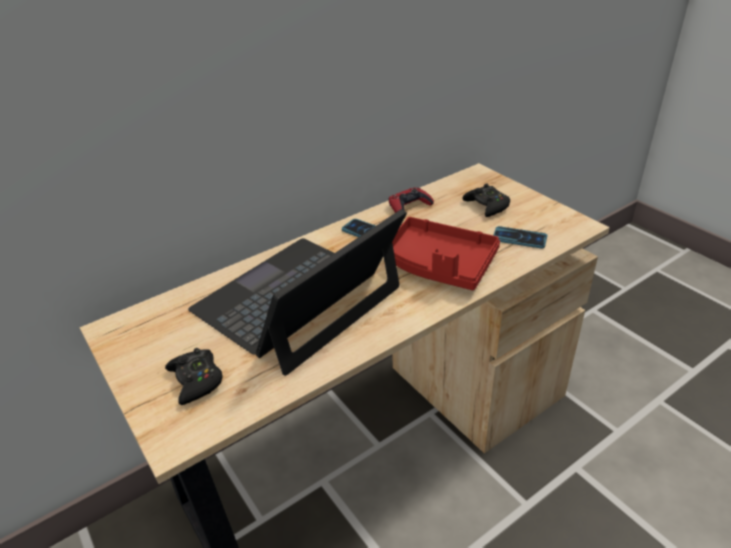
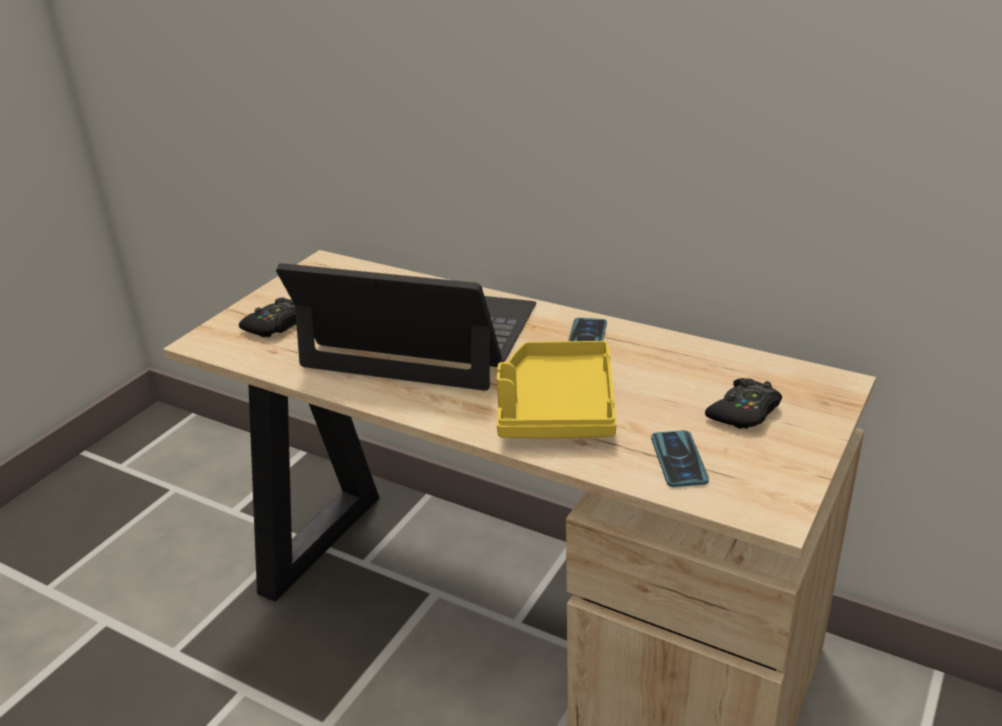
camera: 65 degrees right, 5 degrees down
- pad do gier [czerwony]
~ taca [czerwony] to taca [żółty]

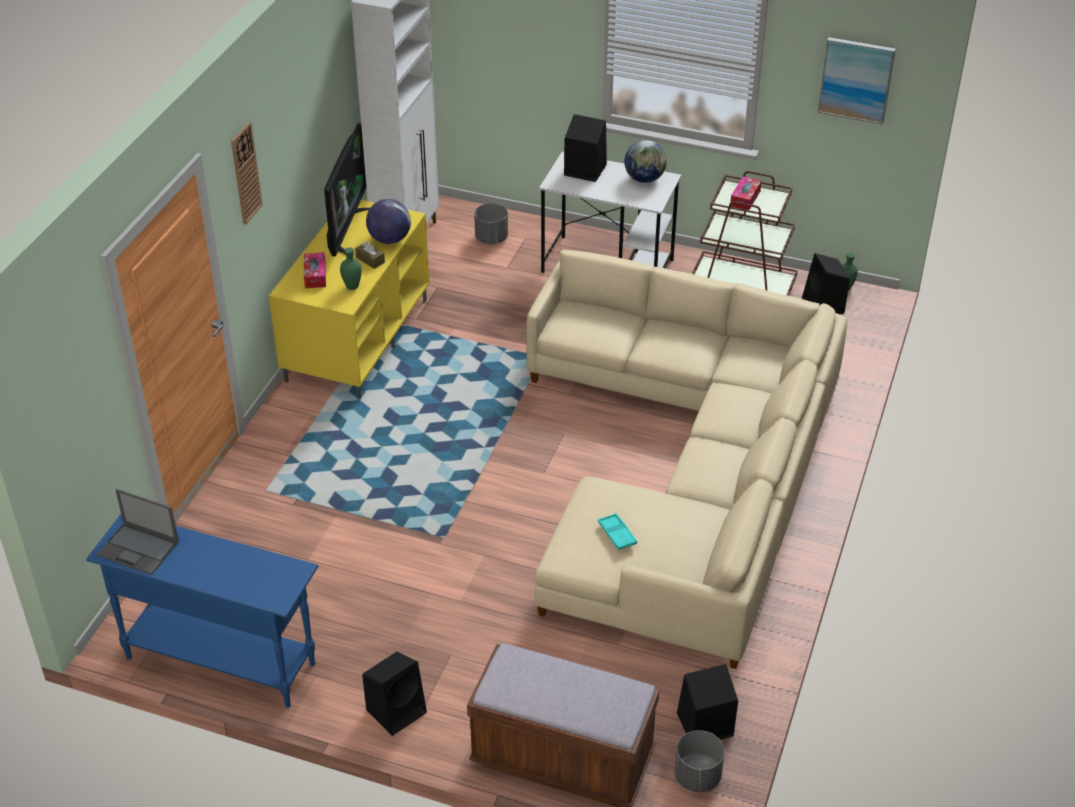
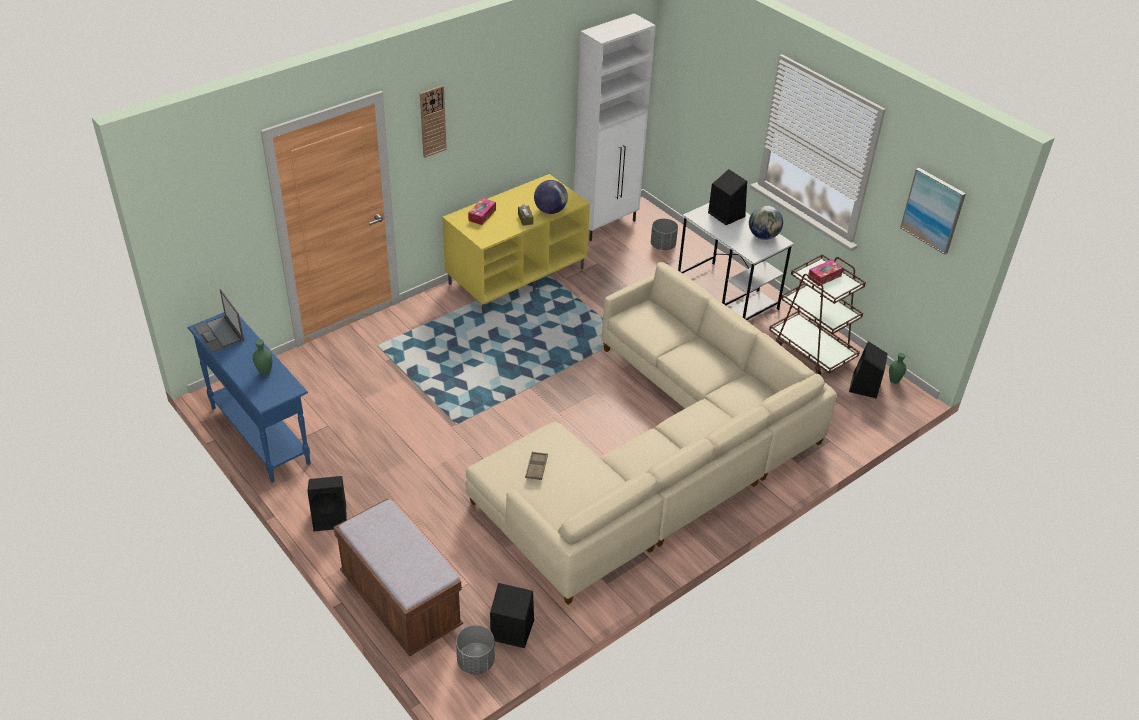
camera: 30 degrees right, 0 degrees up
- telewizor
~ wazon [zielony] (1st from left)
~ taca [turkusowy] to taca [brązowy]

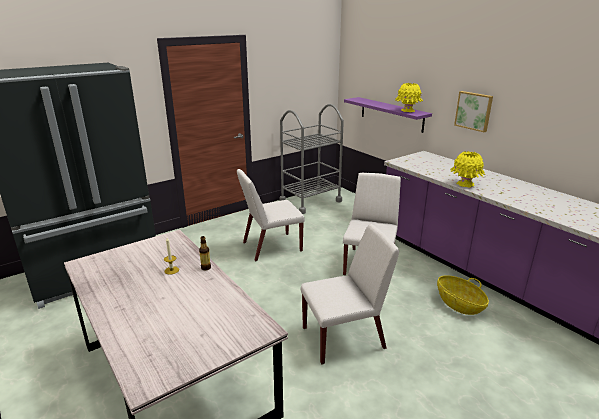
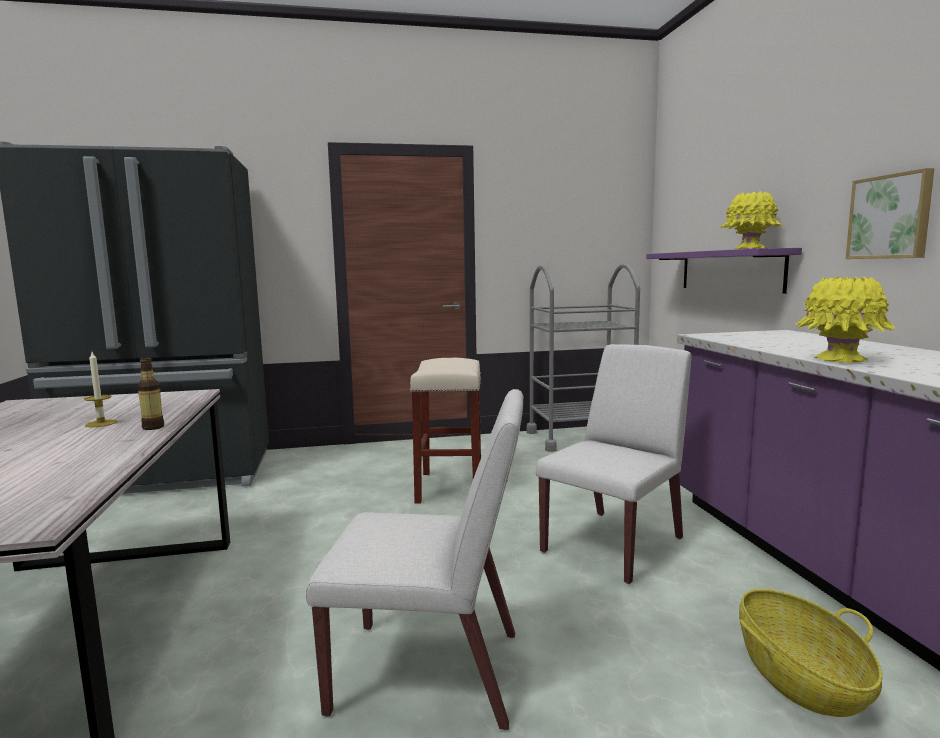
camera: 25 degrees right, 15 degrees down
~ krzesło [biały] (1st from left) to stołek [beżowy]

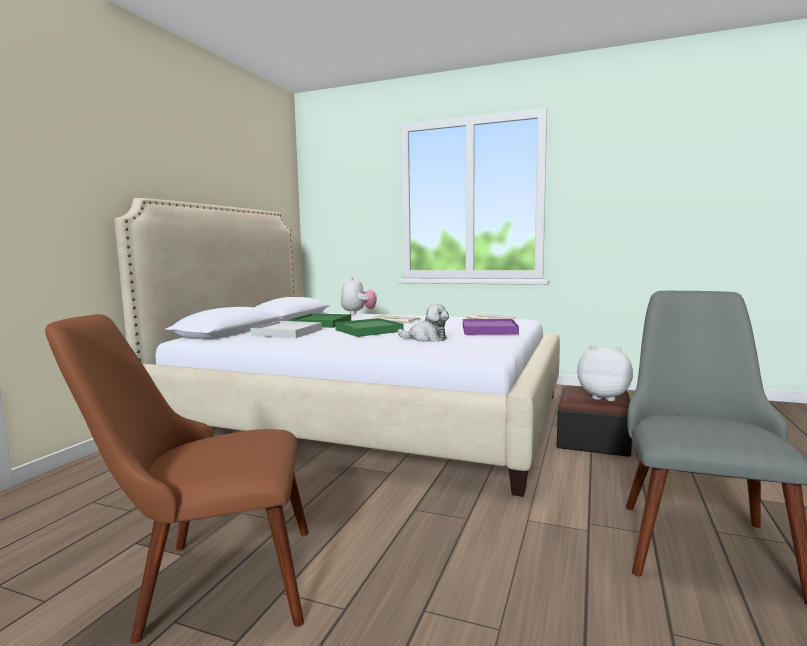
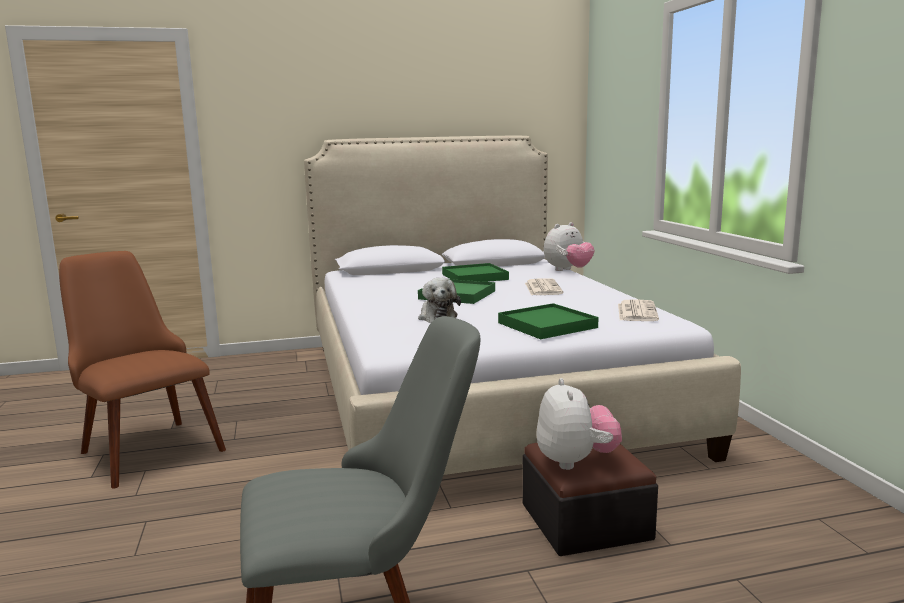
camera: 55 degrees right, 5 degrees up
- taca [biały]
~ taca [fioletowy] to taca [zielony] (3rd from left)

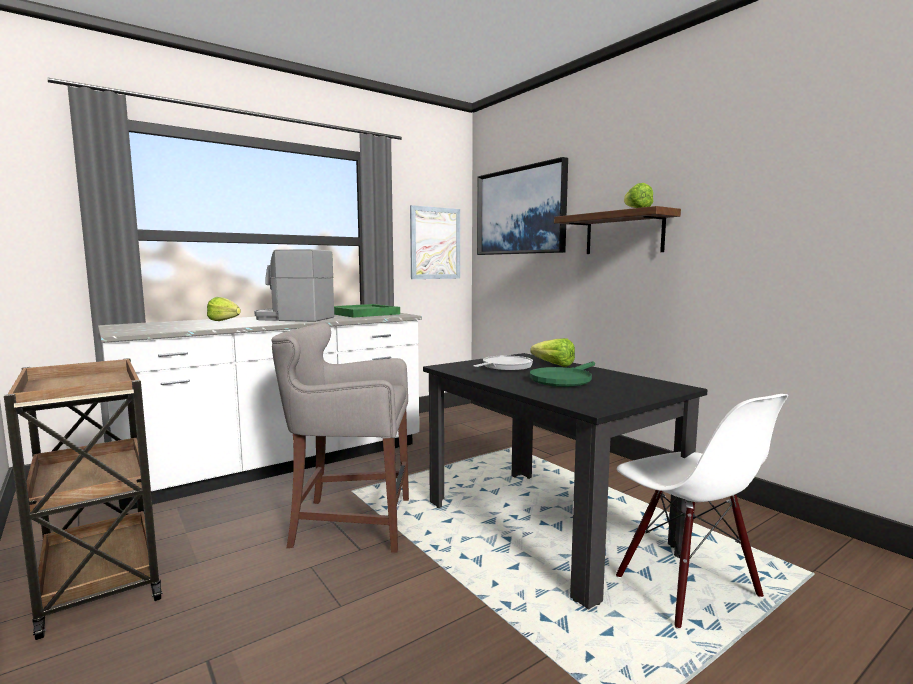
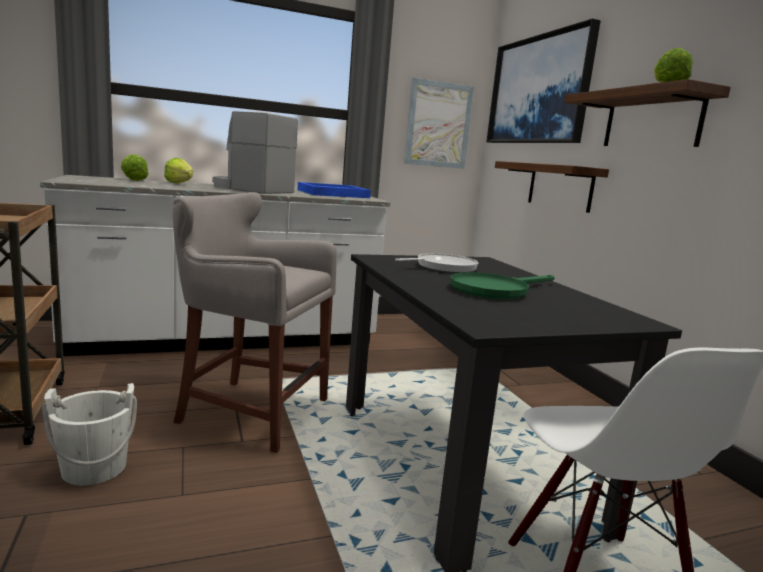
camera: 15 degrees right, 5 degrees up
+ wiadro [biały]
+ półka (1st from left)
~ sałata (2nd from left in the first image) to sałata (1st from left)
~ taca [zielony] to taca [niebieski]

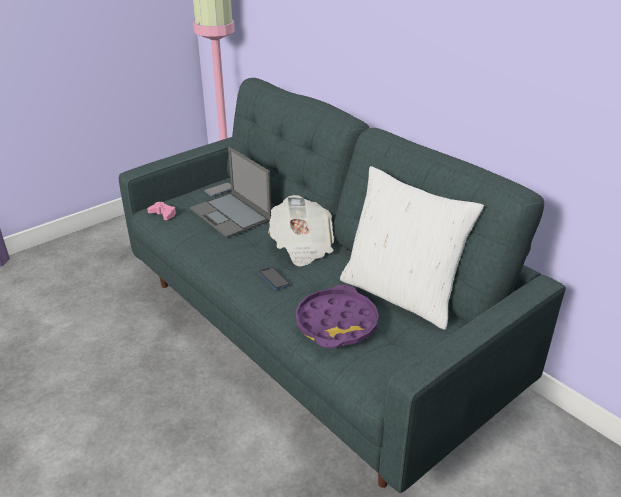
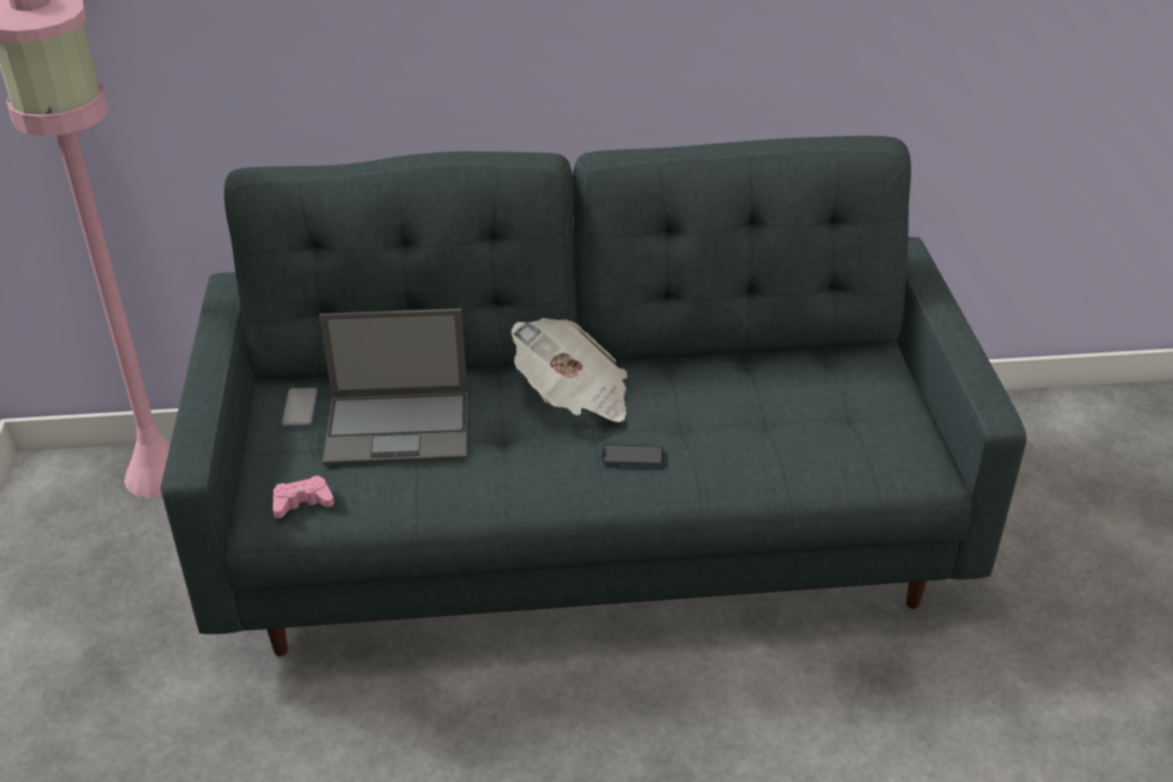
camera: 55 degrees left, 5 degrees up
- taca [fioletowy]
- poduszka [biały]

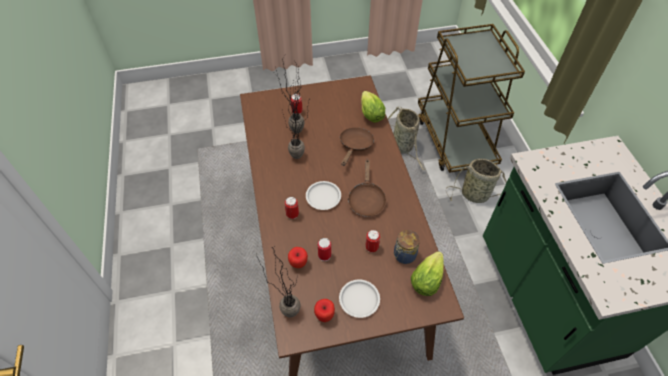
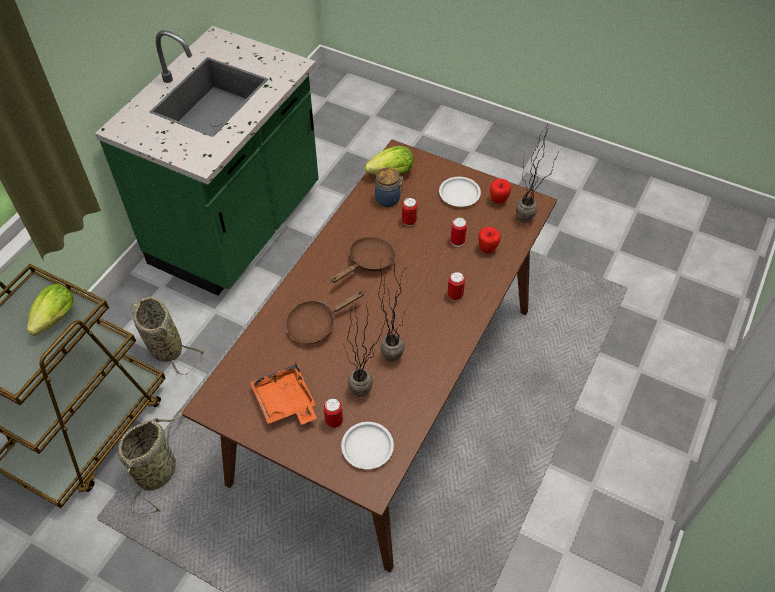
camera: 140 degrees left, 0 degrees up
+ taca [pomarańczowy]
~ talerz [biały] (1st from left)
~ sałata (1st from left)

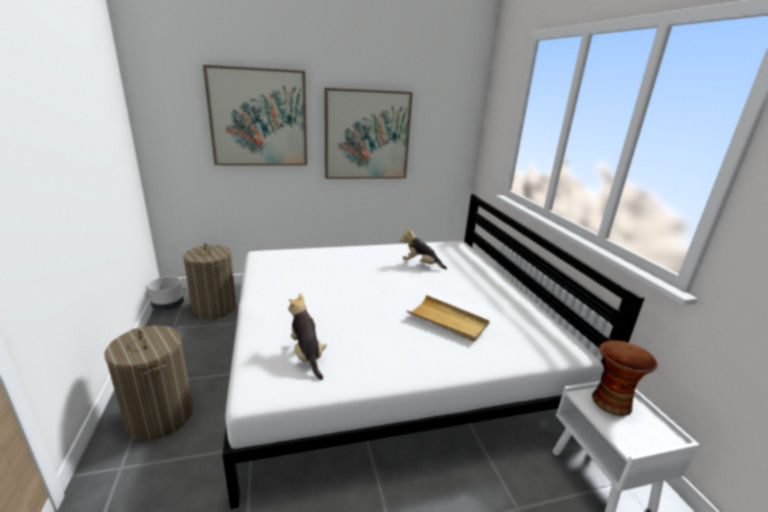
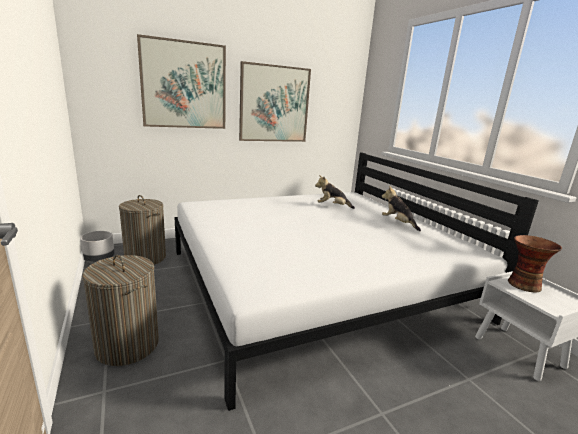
camera: 10 degrees left, 5 degrees down
- taca [beżowy]
~ pluszak (1st from left in the first image) to pluszak (2nd from left)

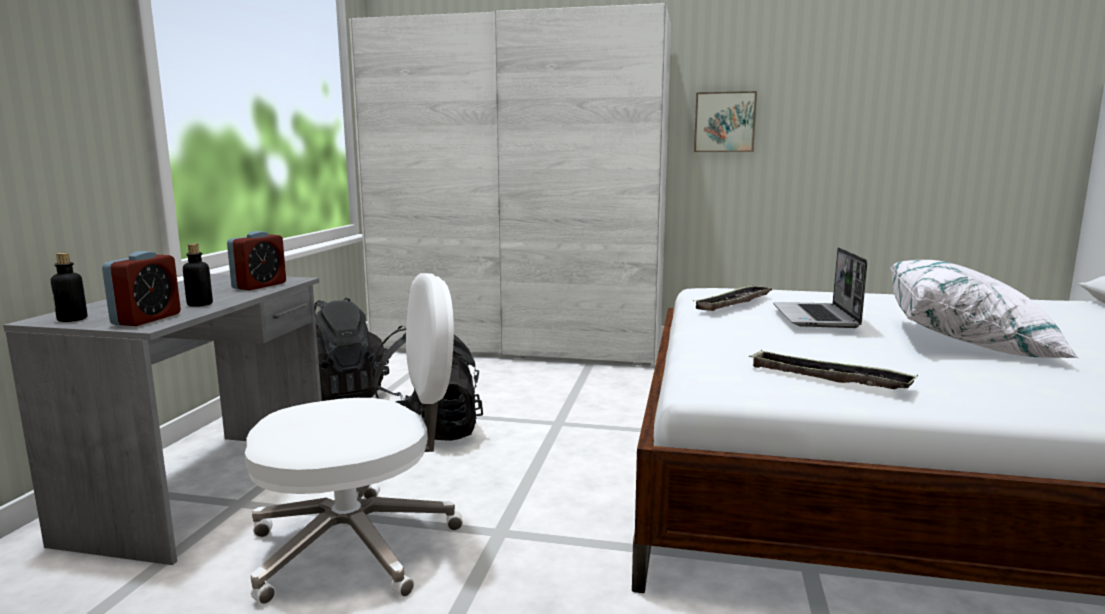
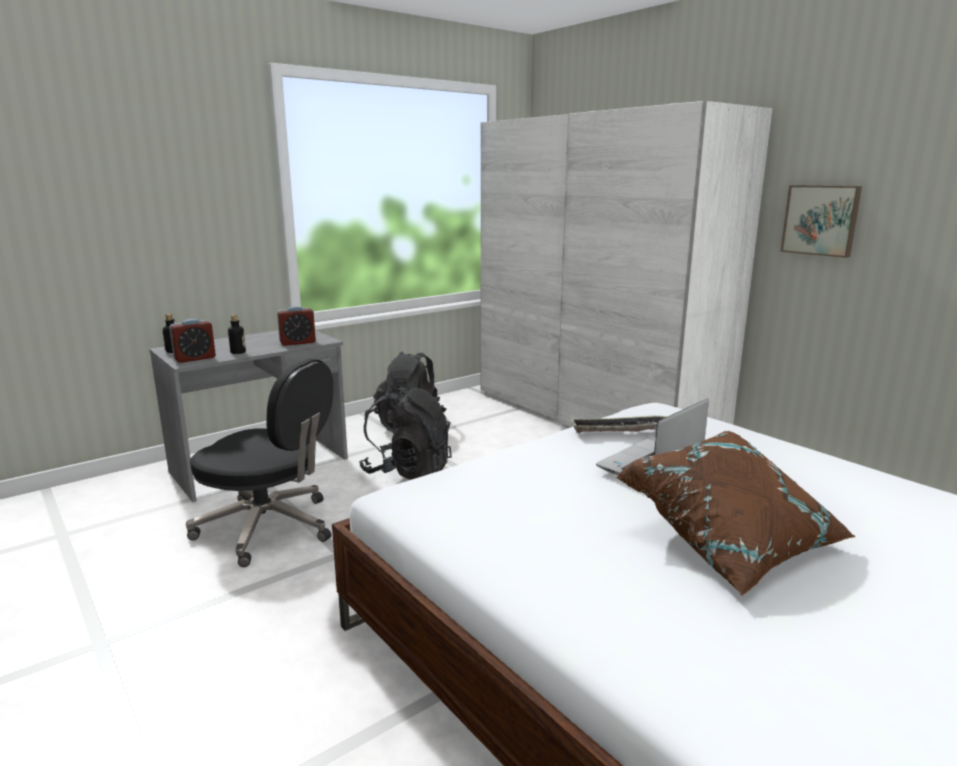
camera: 40 degrees right, 5 degrees up
- taca (2nd from left)
~ krzesło biurowe [biały] to krzesło biurowe [czarny]
~ poduszka [biały] to poduszka [brązowy]

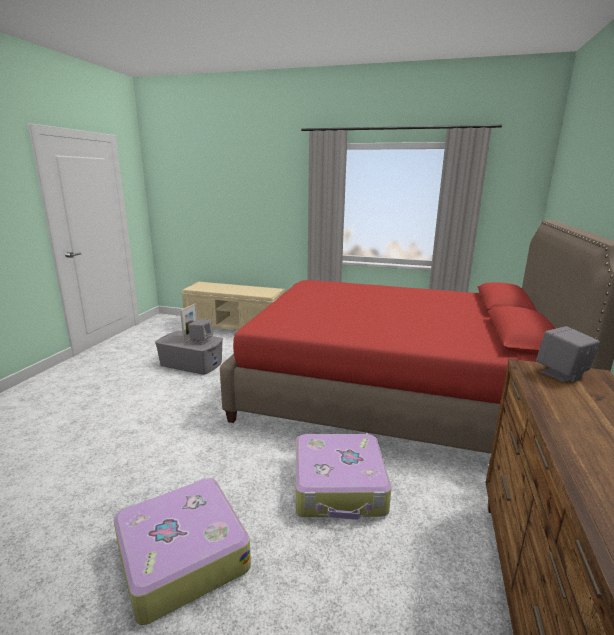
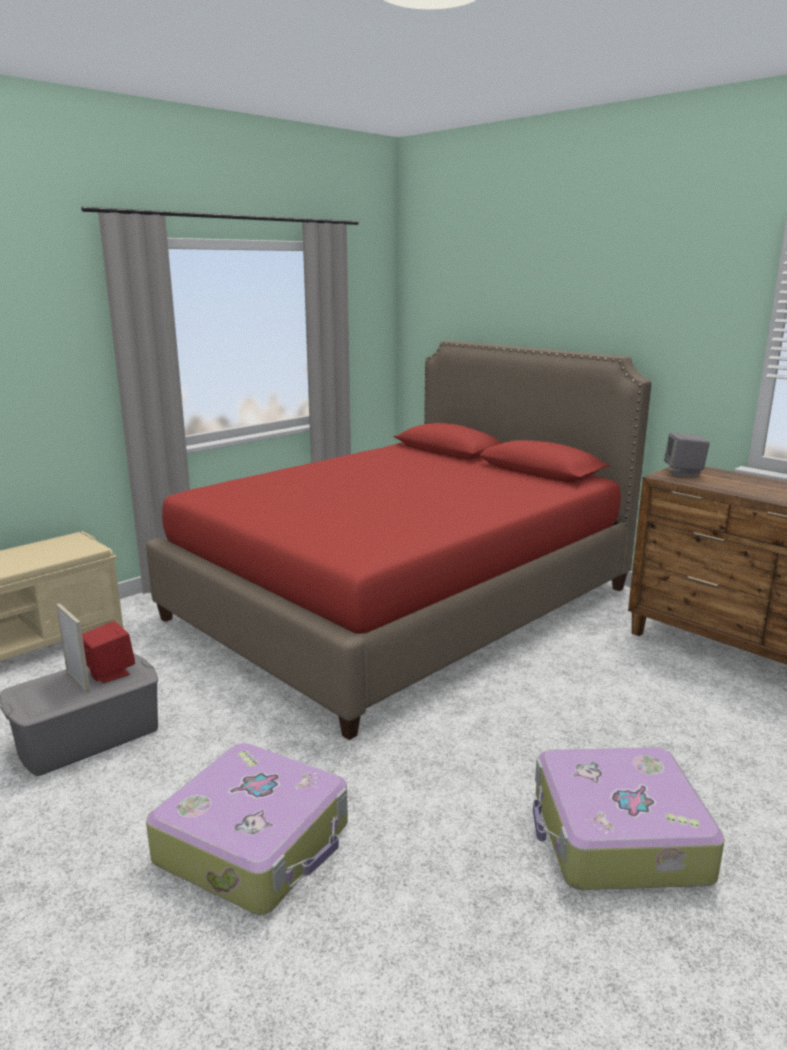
camera: 60 degrees left, 0 degrees up
~ walizka (2nd from left in the first image) to walizka (1st from left)
~ głośnik [szary] (1st from left) to głośnik [czerwony]

